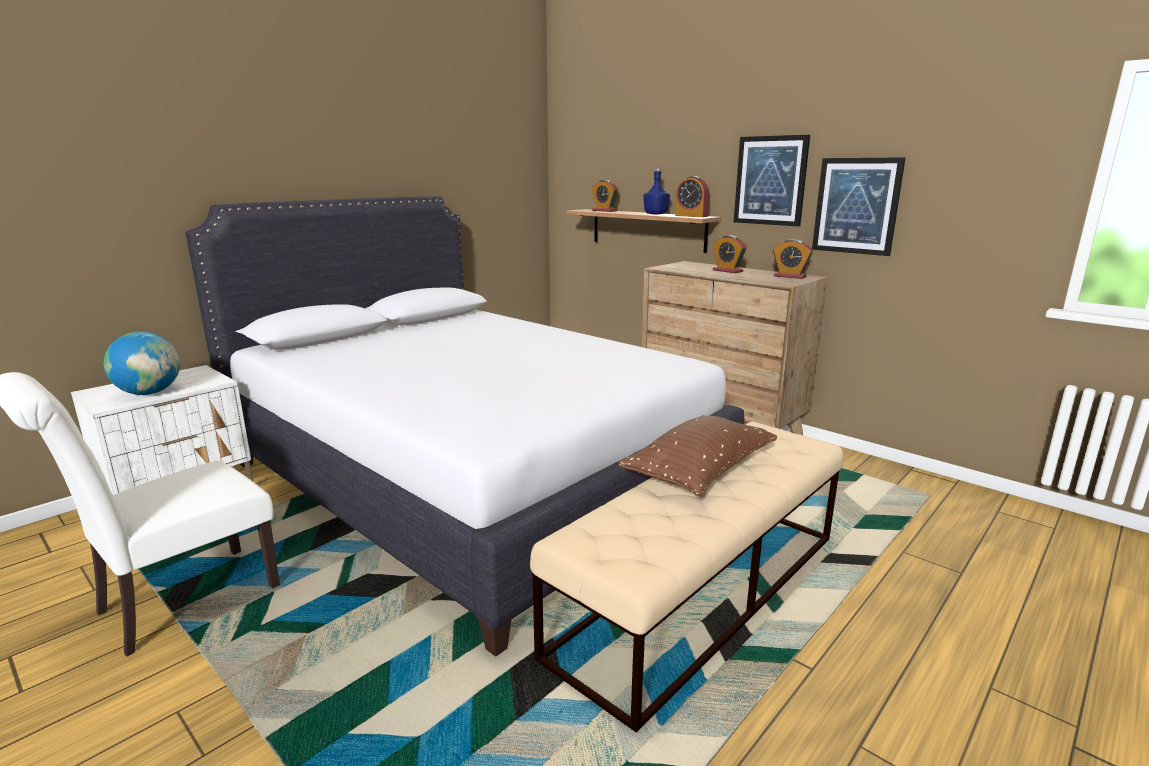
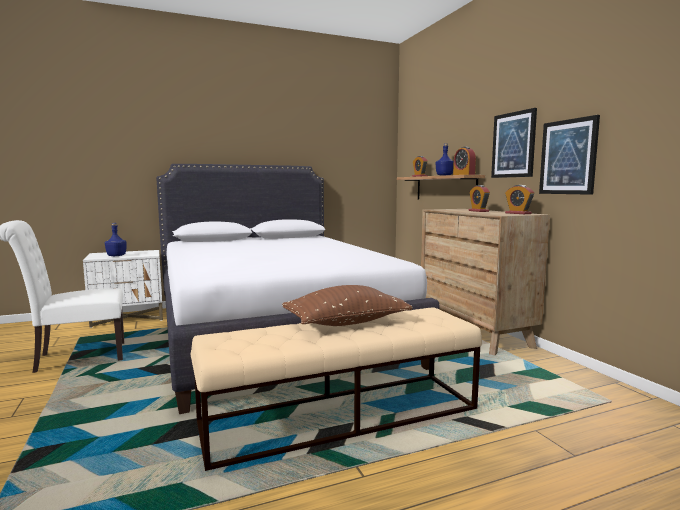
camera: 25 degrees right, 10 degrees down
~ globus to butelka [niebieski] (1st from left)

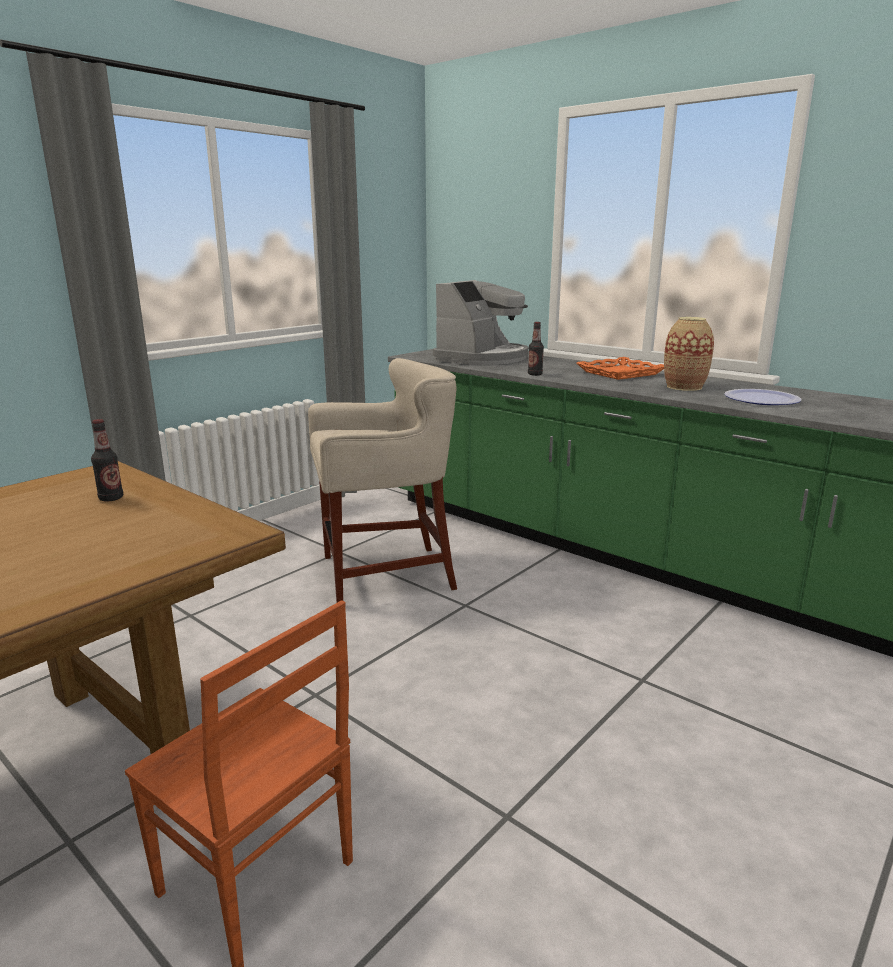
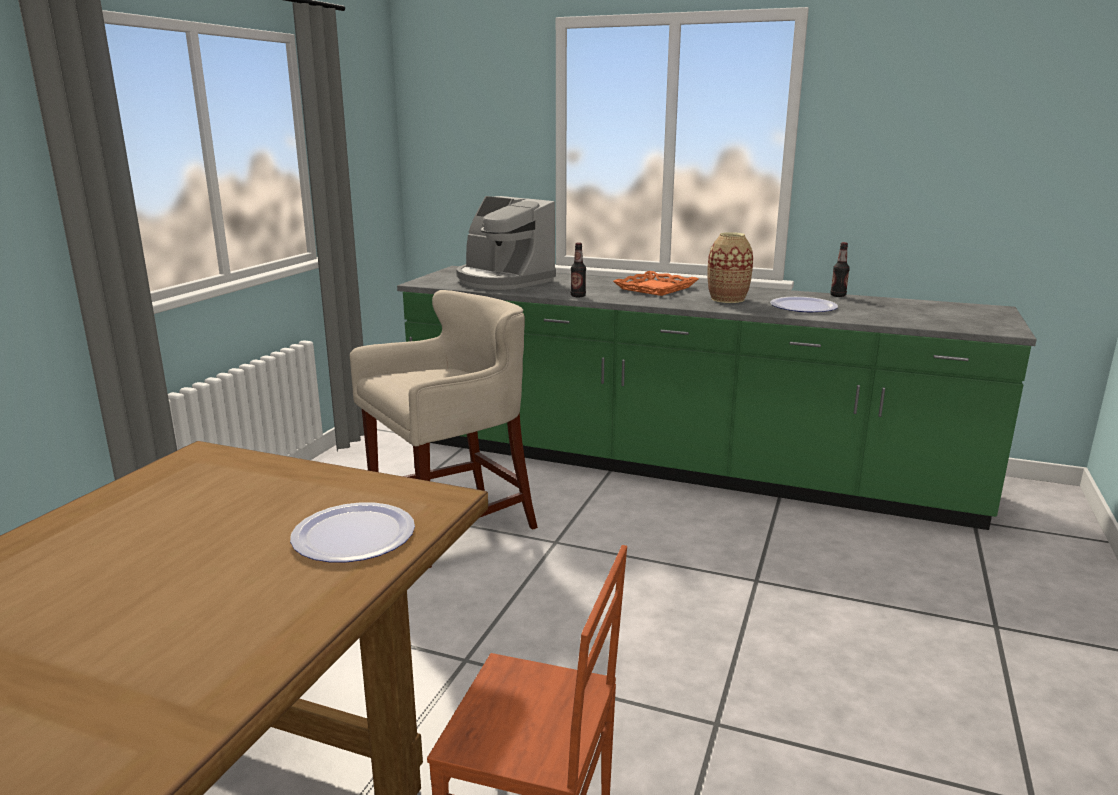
camera: 20 degrees left, 0 degrees up
+ talerz (1st from left)
~ butelka (1st from left in the first image) to butelka (2nd from left)
~ ekspres do kawy 120 degrees clockwise

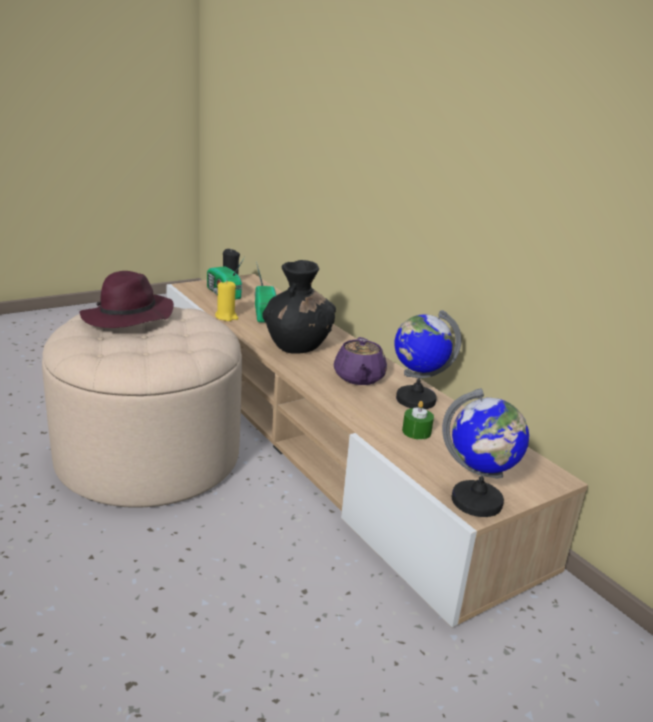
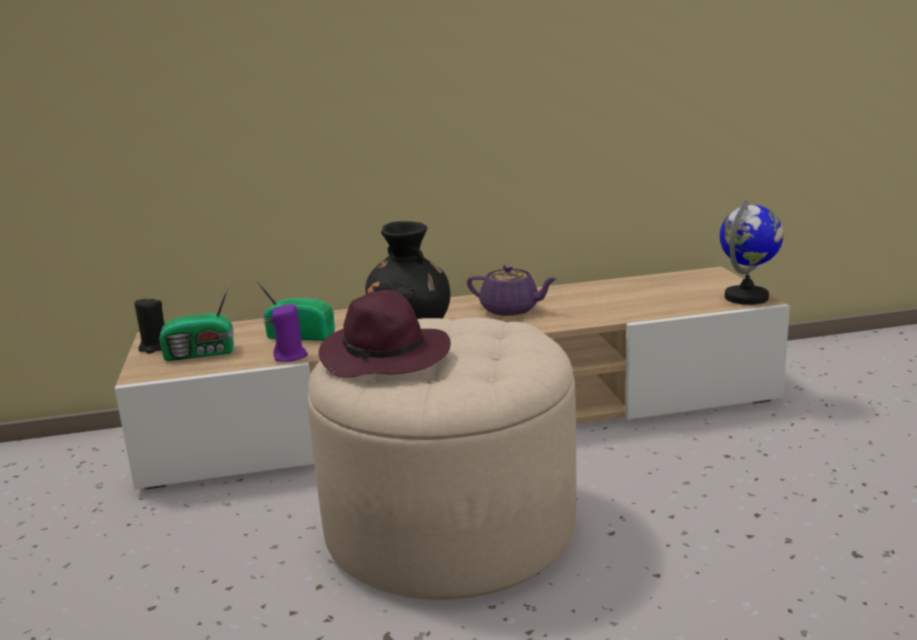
camera: 65 degrees left, 5 degrees down
- globus (1st from left)
- świeca [zielony]
~ świeca [żółty] to świeca [fioletowy]

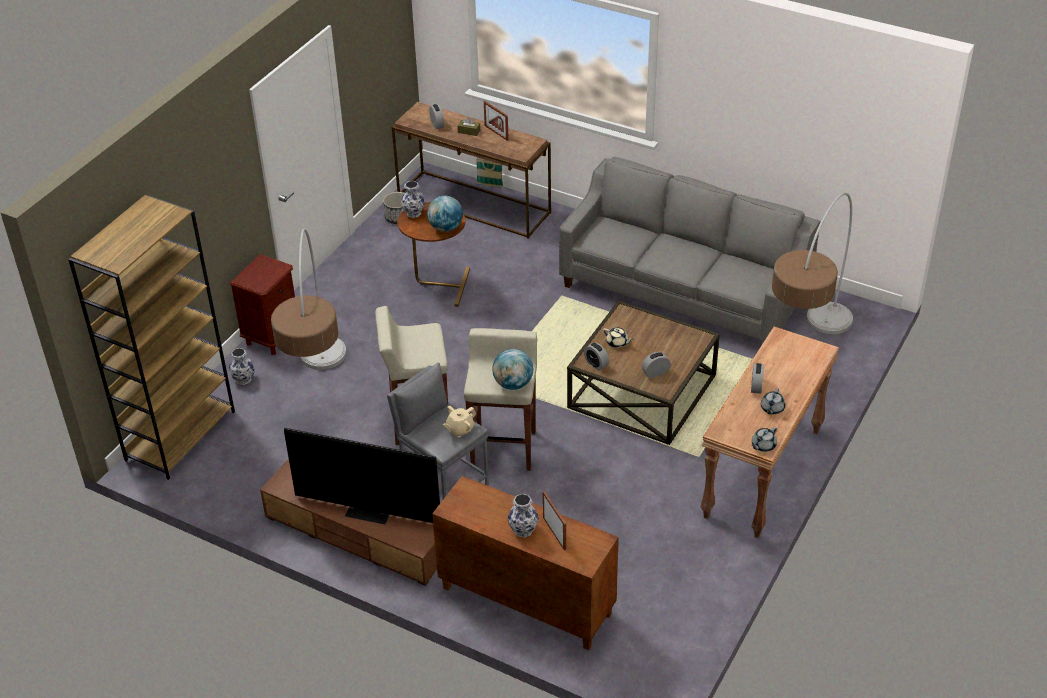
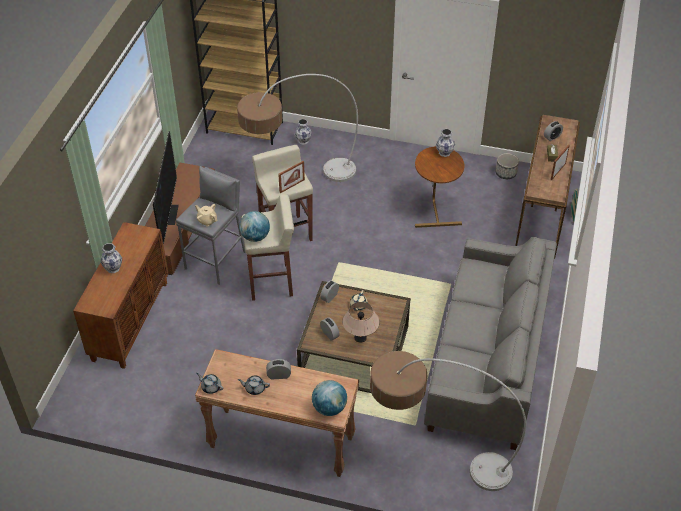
camera: 75 degrees right, 5 degrees up
- szafka nocna [brązowy]
+ lampa stołowa [beżowy]
~ globus (1st from left in the first image) to globus (2nd from left)
~ ramka na zdjęcie (2nd from left in the first image) to ramka na zdjęcie (1st from left)

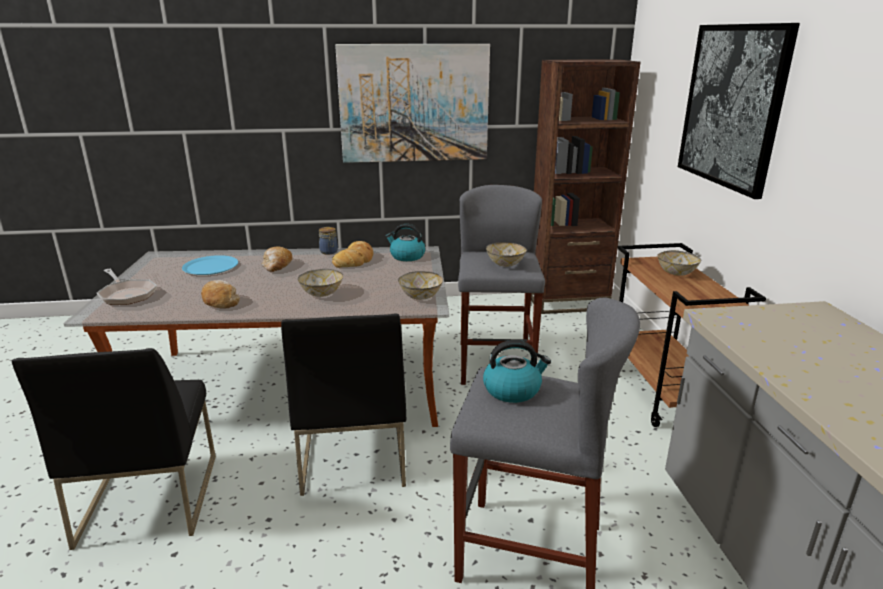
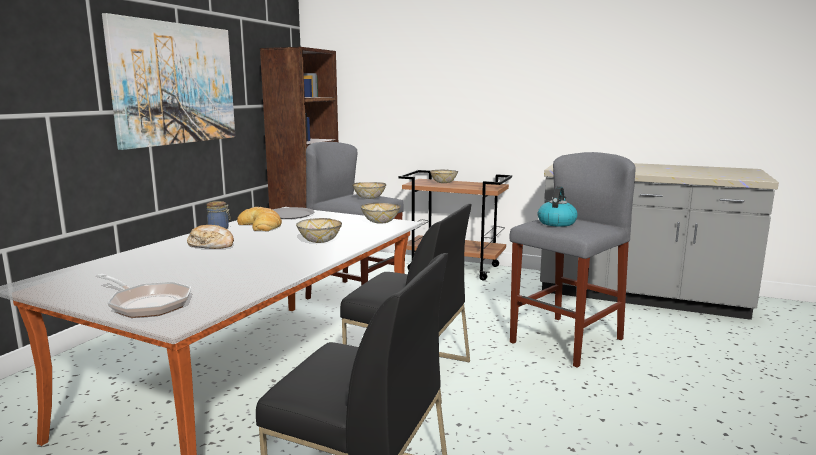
camera: 60 degrees left, 10 degrees down
- talerz [niebieski]
- chleb (1st from left)
- obraz (2nd from left)
~ czajnik (1st from left) to talerz [szary]
~ patelnia 45 degrees clockwise

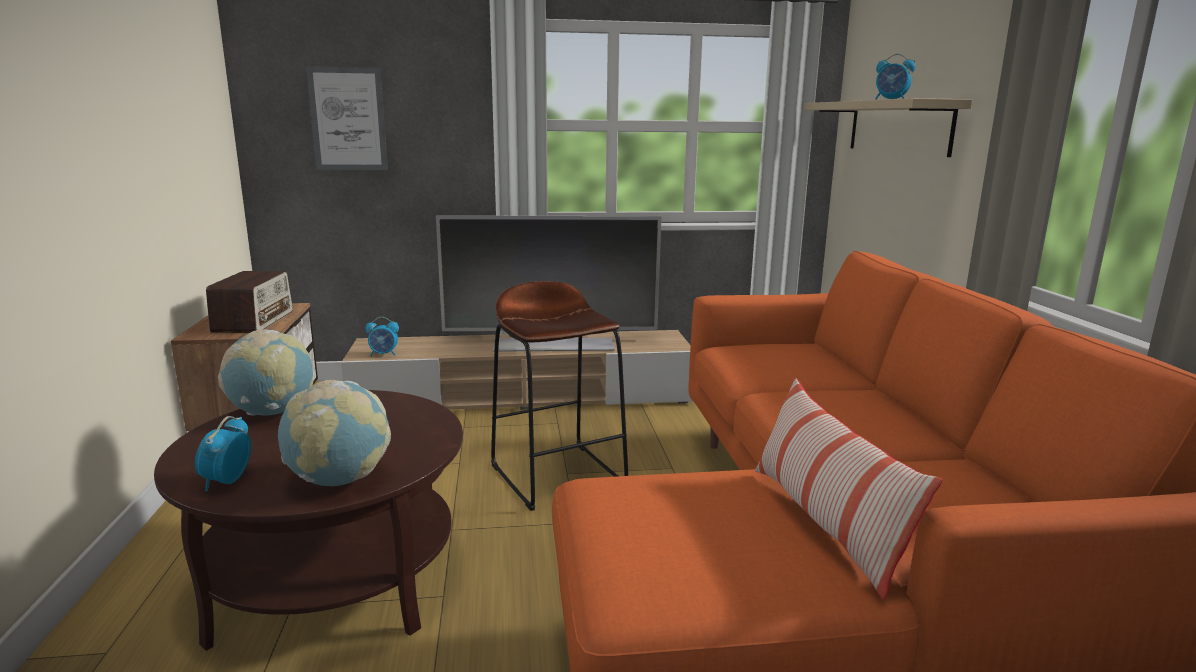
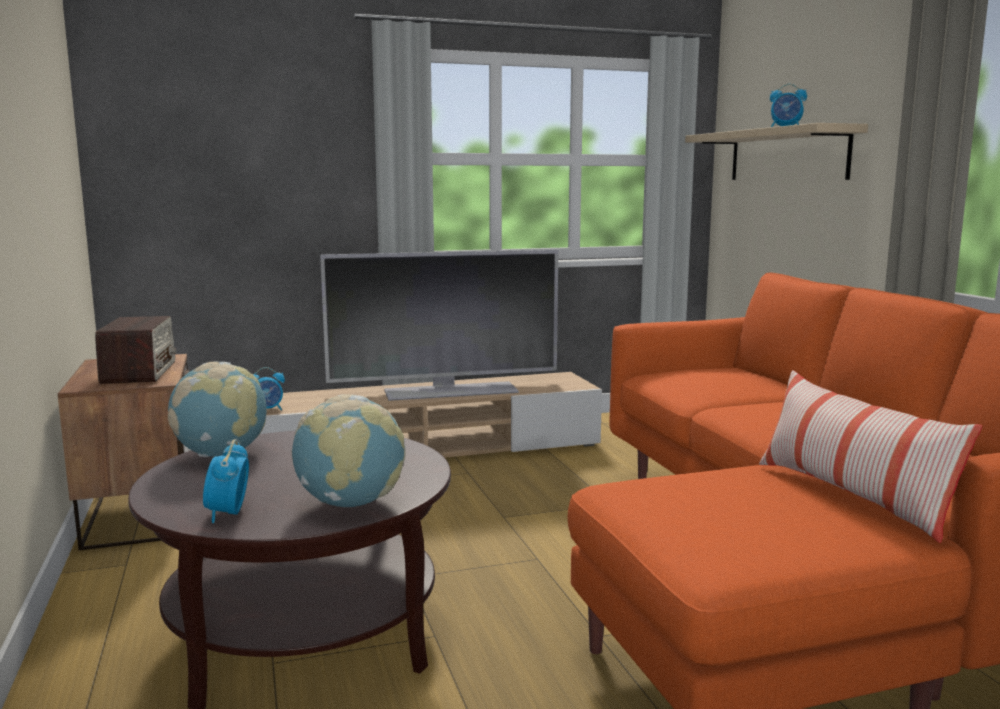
camera: 10 degrees left, 5 degrees down
- obraz
- stołek [brązowy]

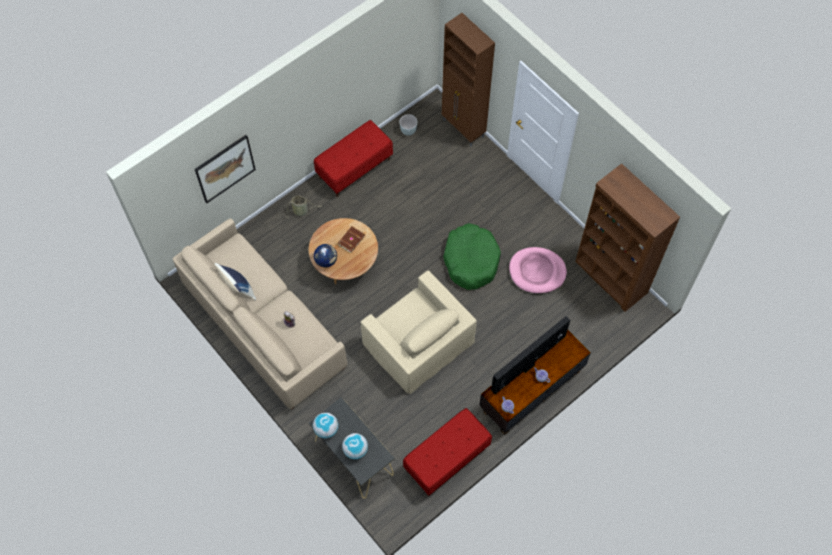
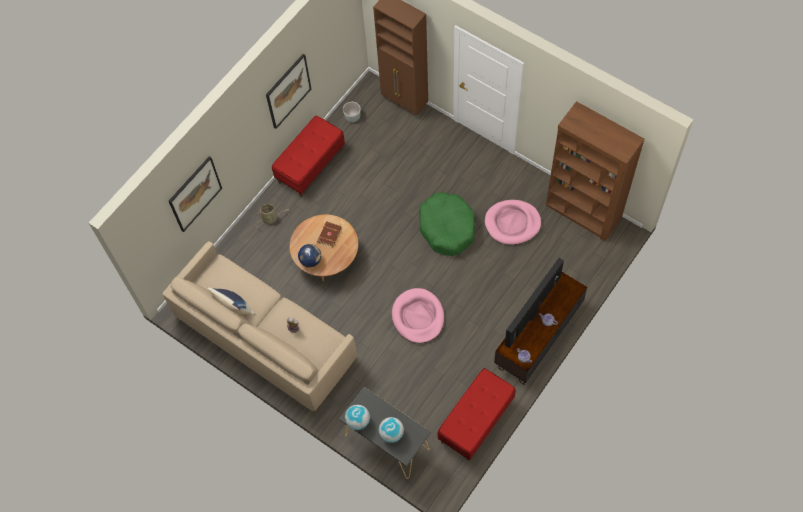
camera: 10 degrees left, 0 degrees up
+ obraz (2nd from left)
~ fotel [beżowy] to legowisko [różowy] (1st from left)

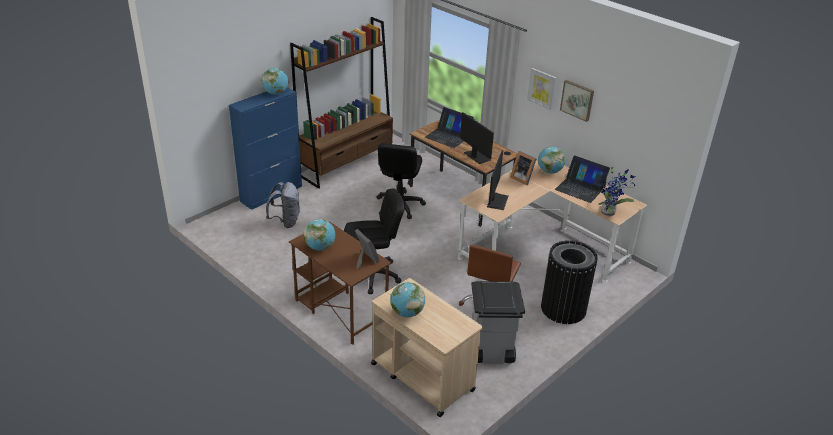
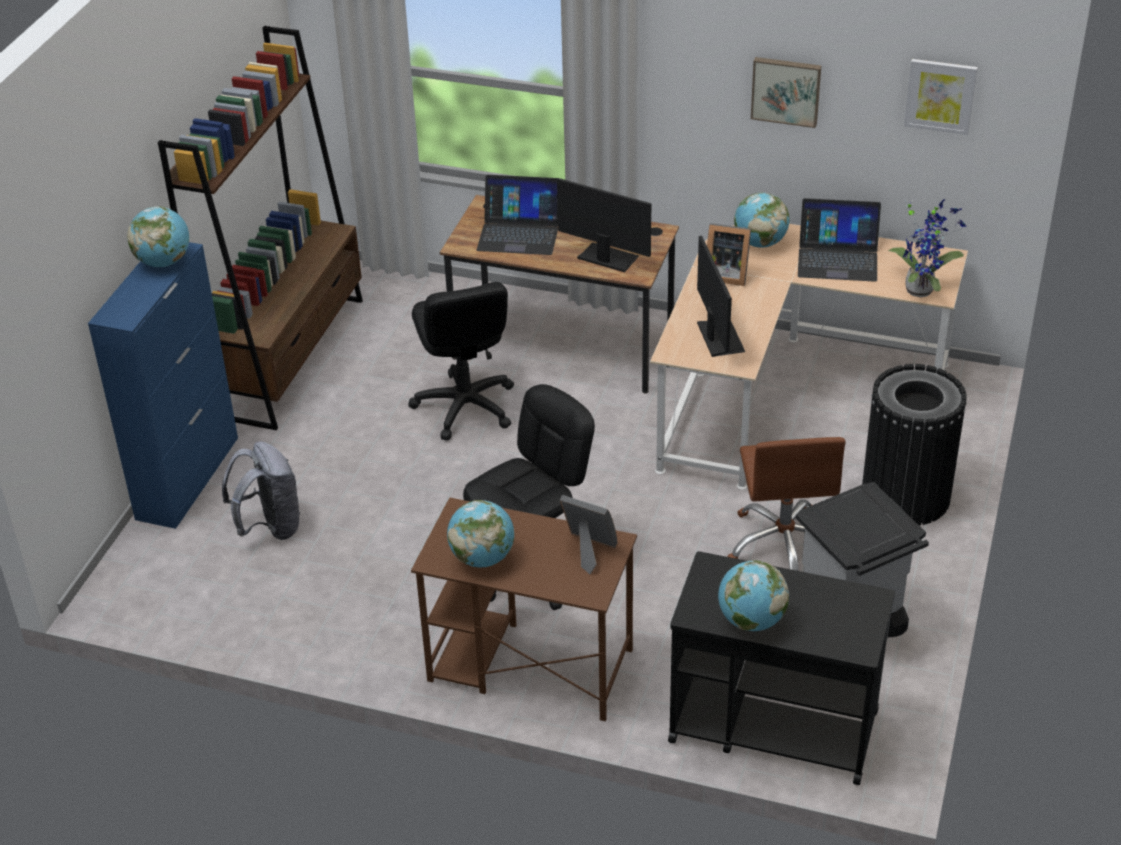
camera: 25 degrees left, 5 degrees up
~ obraz (1st from left in the first image) to obraz (2nd from left)
~ wózek [beżowy] to wózek [czarny]

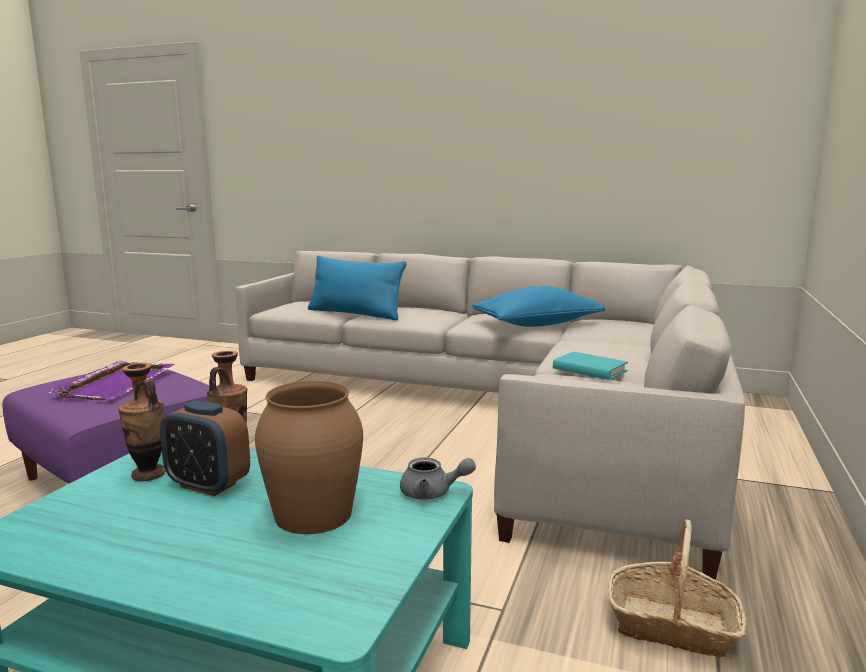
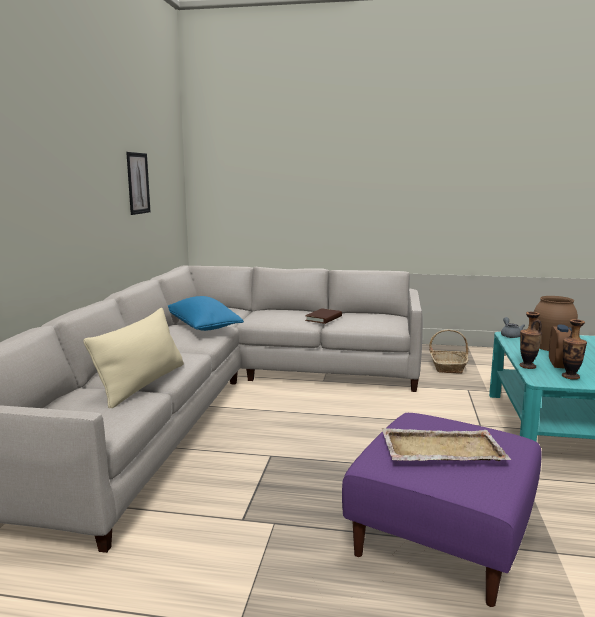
camera: 100 degrees left, 0 degrees up
+ obraz
~ taca [fioletowy] to taca [beżowy]
~ poduszka [niebieski] (1st from left) to poduszka [beżowy]
~ książka [turkusowy] to książka [brązowy]

